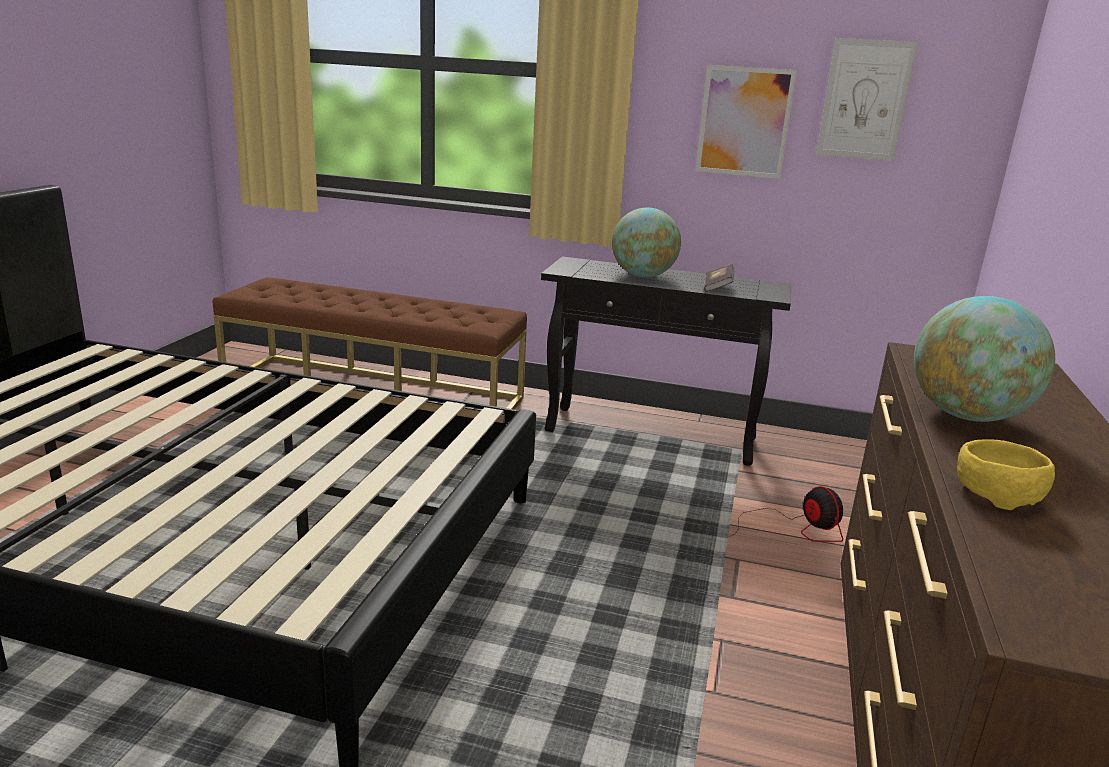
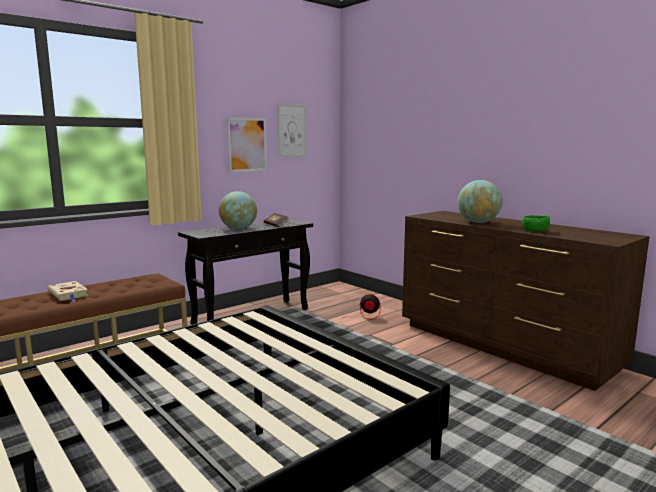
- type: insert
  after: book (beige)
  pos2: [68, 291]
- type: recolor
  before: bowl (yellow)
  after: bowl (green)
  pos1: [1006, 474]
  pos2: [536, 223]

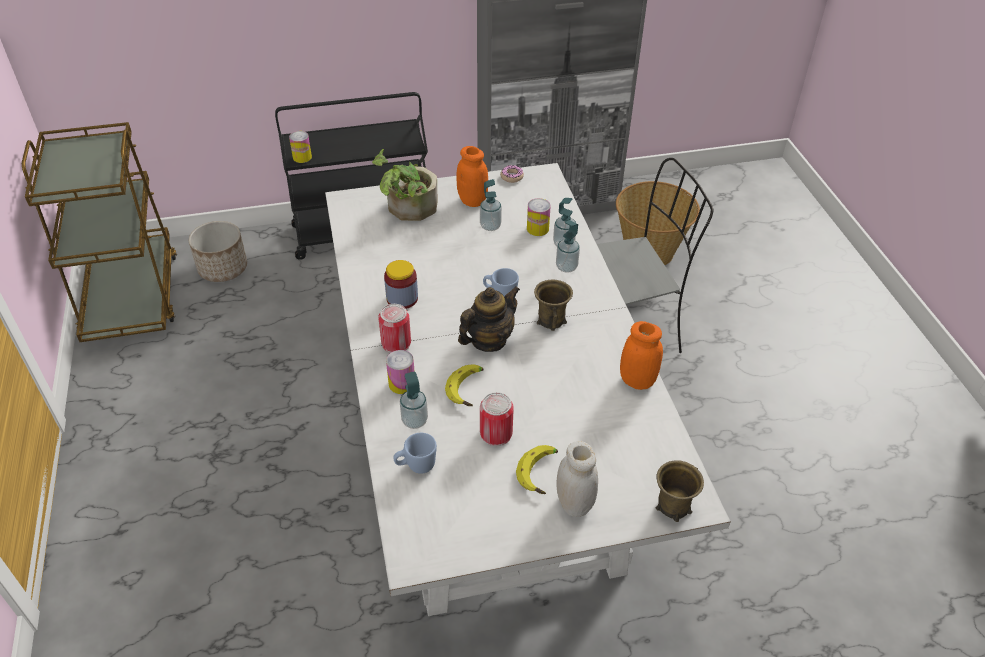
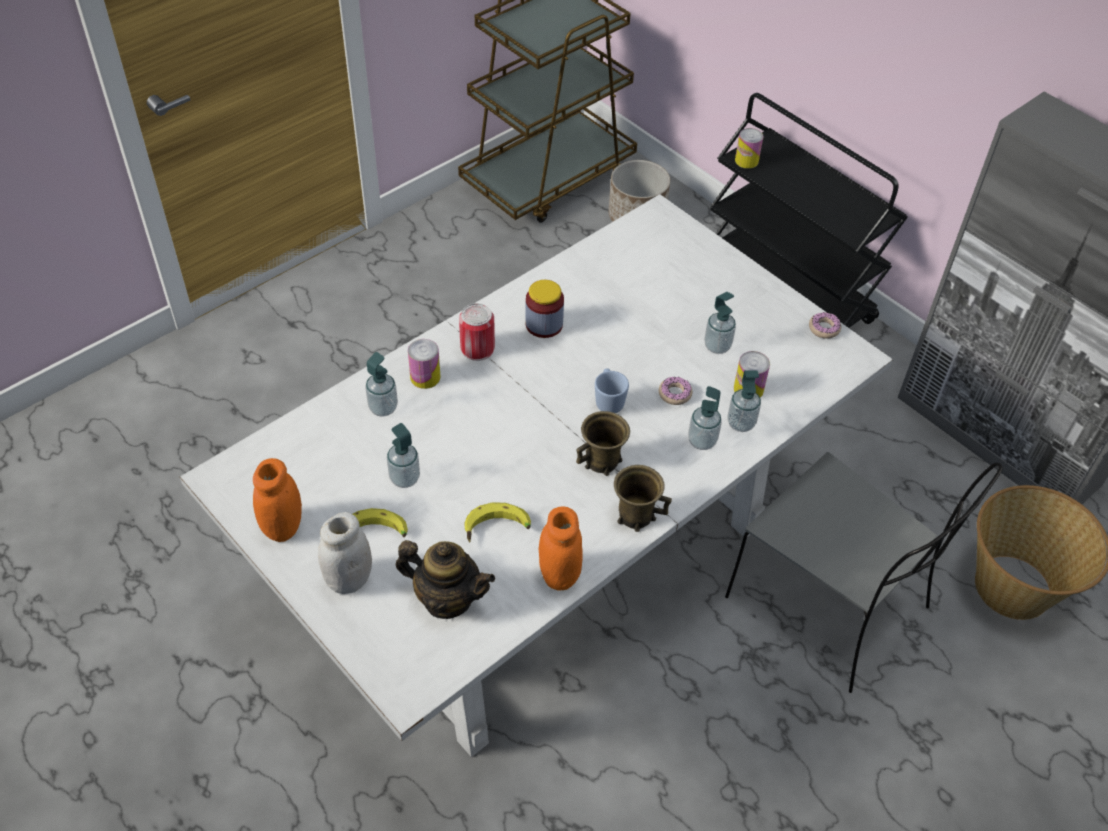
- type: delete
  before: potted plant
  pos1: [404, 185]
- type: delete
  before: mug (blue)
  pos1: [415, 453]
- type: insert
  after: donut
  pos2: [675, 391]
- type: move
  before: banana
  pos1: [464, 385]
  pos2: [498, 523]
- type: move
  before: jar (orange)
  pos1: [472, 176]
  pos2: [277, 500]
- type: move
  before: teapot
  pos1: [489, 319]
  pos2: [445, 579]
- type: move
  before: mug (brown)
  pos1: [680, 491]
  pos2: [643, 498]
- type: replace
  before: can
  after: soap dispenser
  pos1: [497, 419]
  pos2: [403, 455]

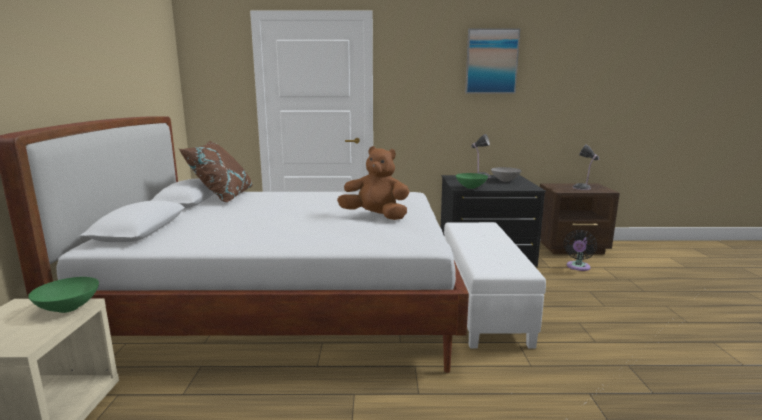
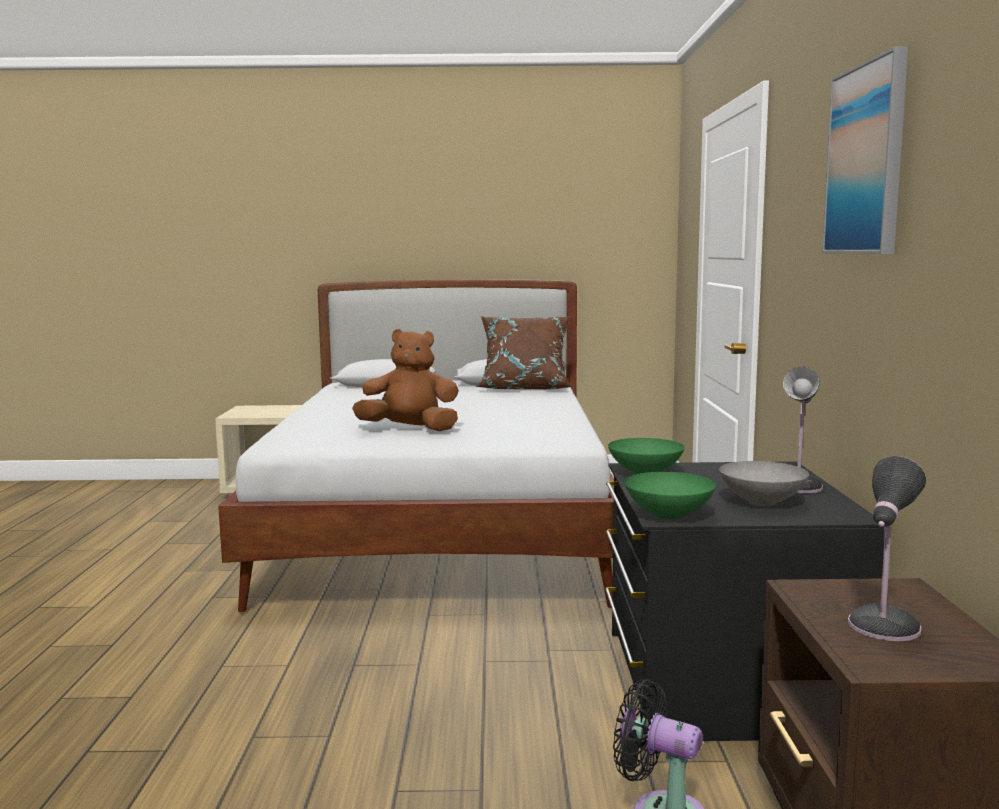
- type: delete
  before: ottoman (white)
  pos1: [495, 285]
- type: move
  before: bowl (green)
  pos1: [63, 295]
  pos2: [670, 496]
- type: rotate
  before: plush toy (brown)
  pos1: [373, 183]
  pos2: [405, 380]
  turn: -105

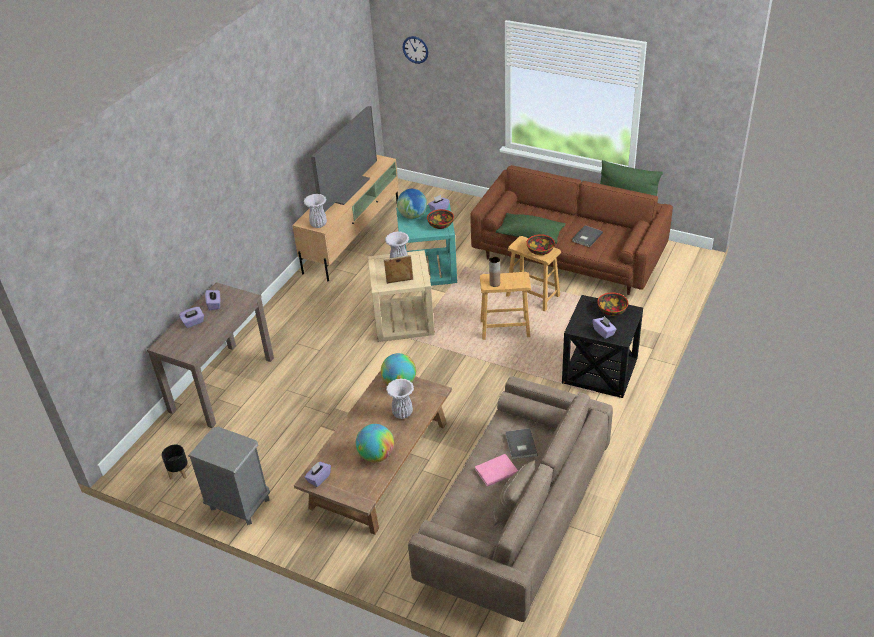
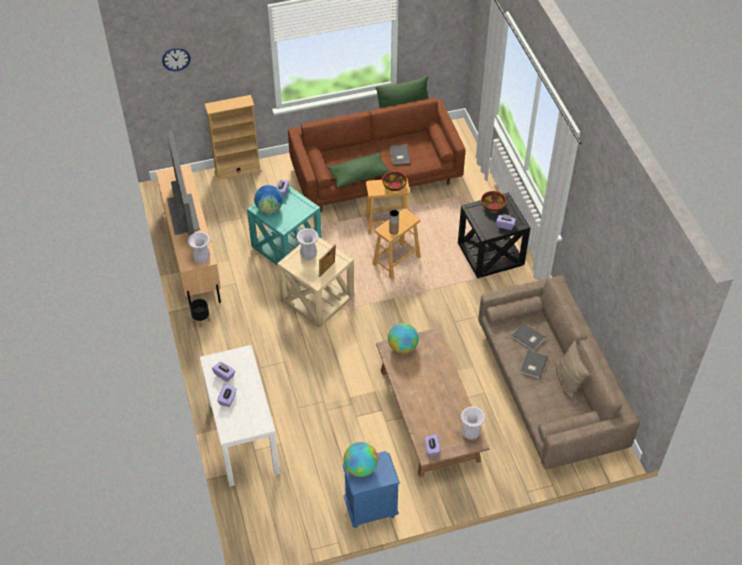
- type: delete
  before: bowl
  pos1: [440, 219]
- type: insert
  after: bookcase (beige)
  pos2: [233, 137]
- type: move
  before: planter (black)
  pos1: [175, 462]
  pos2: [200, 313]
- type: move
  before: globe
  pos1: [375, 443]
  pos2: [361, 459]
- type: move
  before: vase (white)
  pos1: [400, 398]
  pos2: [473, 423]
- type: recolor
  before: console table (brown)
  after: console table (white)
  pos1: [210, 355]
  pos2: [240, 416]
- type: recolor
  before: nightstand (grey)
  after: nightstand (blue)
  pos1: [229, 476]
  pos2: [371, 489]
- type: recolor
  before: book (pink)
  after: book (grey)
  pos1: [496, 470]
  pos2: [534, 364]

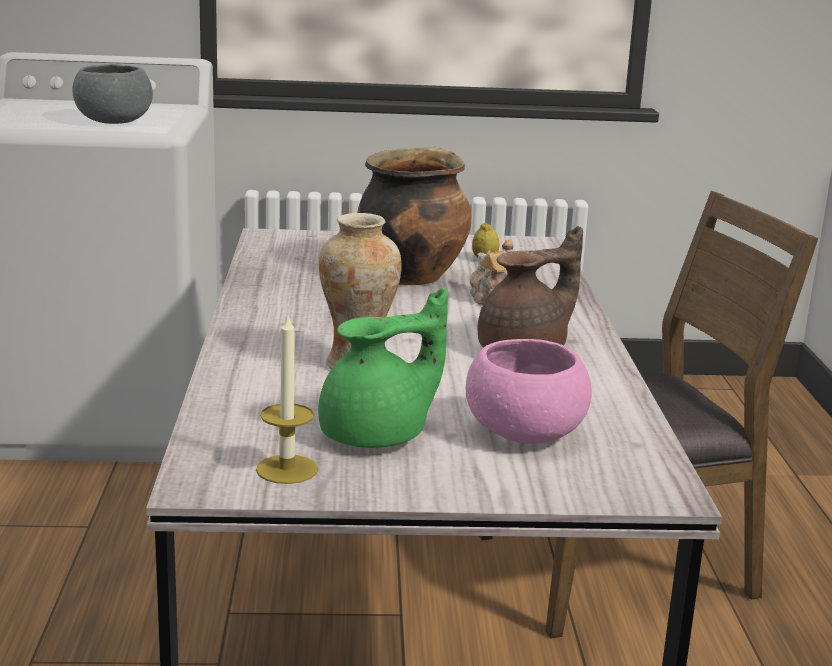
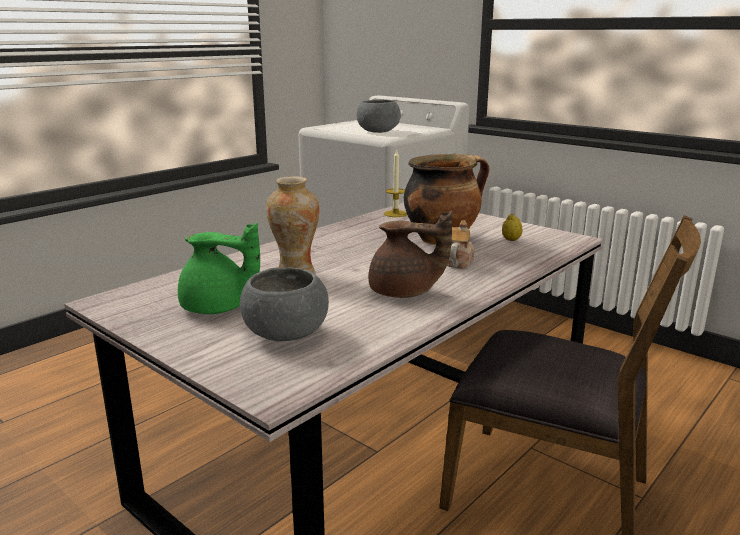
- type: move
  before: candle
  pos1: [287, 398]
  pos2: [395, 183]
- type: recolor
  before: bowl (pink)
  after: bowl (grey)
  pos1: [529, 391]
  pos2: [284, 304]

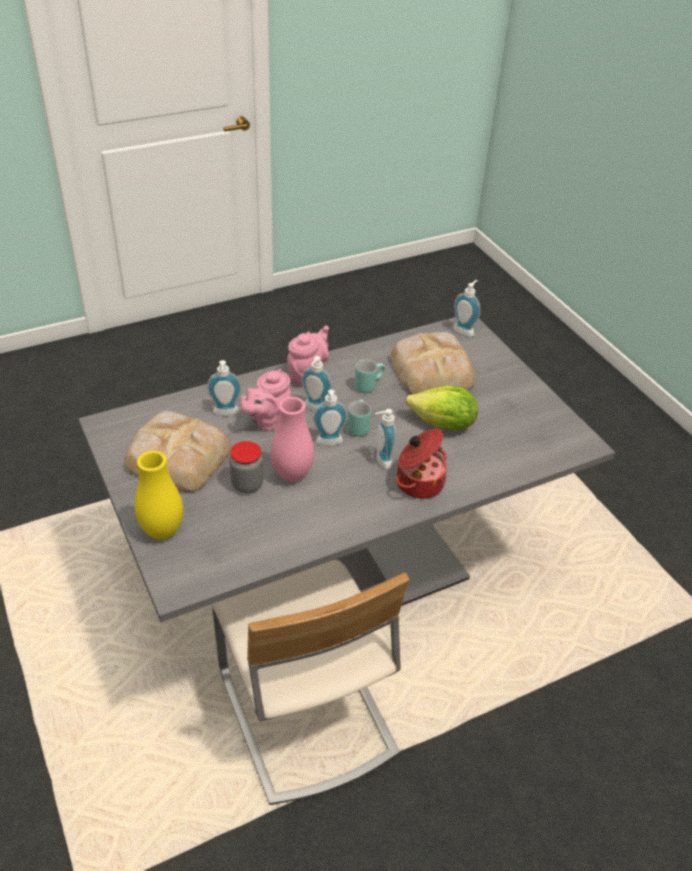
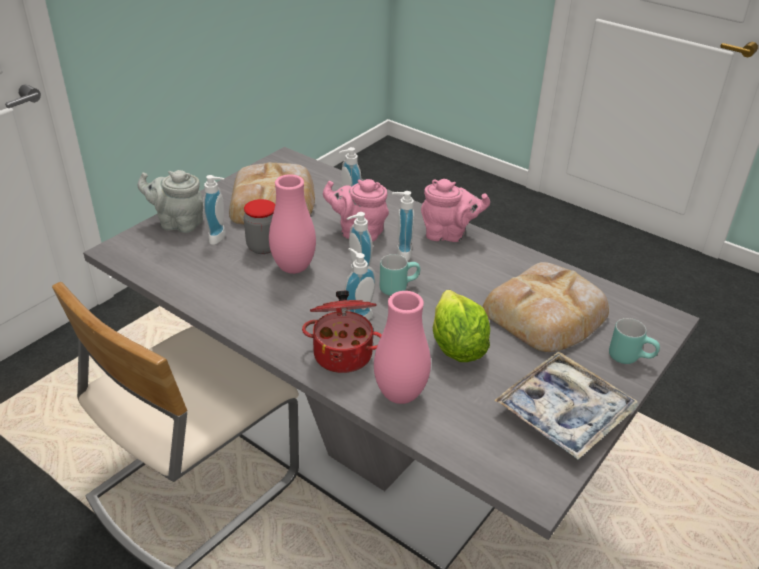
- type: insert
  after: vase (pink)
  pos2: [402, 347]
- type: insert
  after: tray
  pos2: [566, 405]
- type: move
  before: mug (turquoise)
  pos1: [369, 376]
  pos2: [634, 341]
- type: move
  before: soap dispenser
  pos1: [467, 308]
  pos2: [214, 210]
- type: replace
  before: vase (yellow)
  after: teapot (grey)
  pos1: [159, 495]
  pos2: [170, 201]

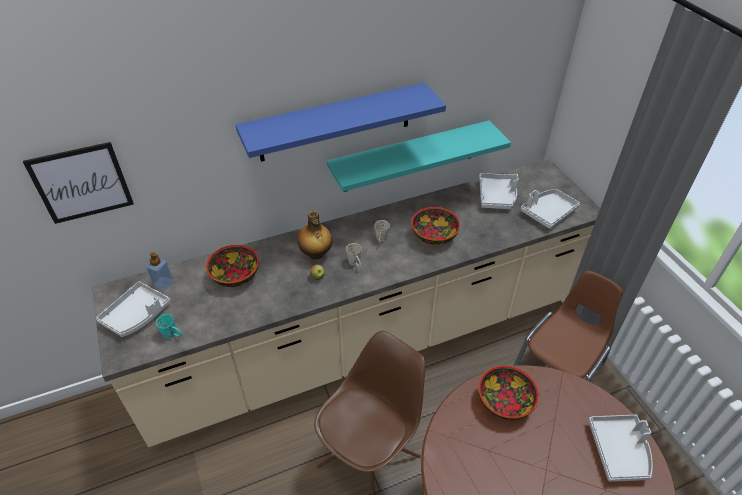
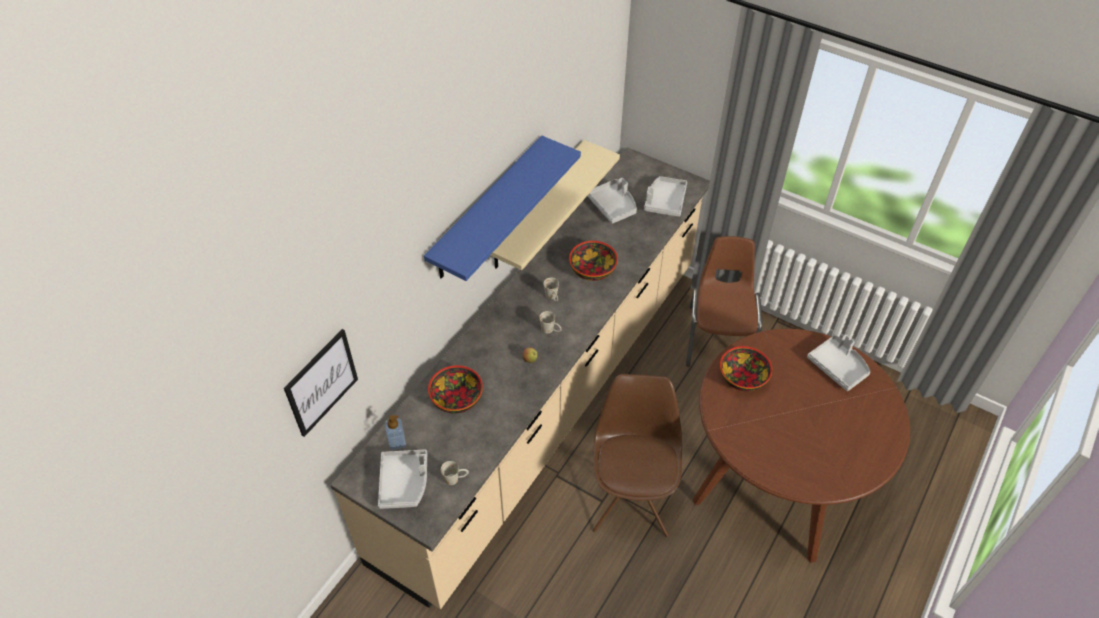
- type: delete
  before: bottle
  pos1: [315, 235]
- type: recolor
  before: mug (turquoise)
  after: mug (white)
  pos1: [169, 326]
  pos2: [455, 473]
- type: recolor
  before: shelf (turquoise)
  after: shelf (beige)
  pos1: [419, 156]
  pos2: [555, 205]

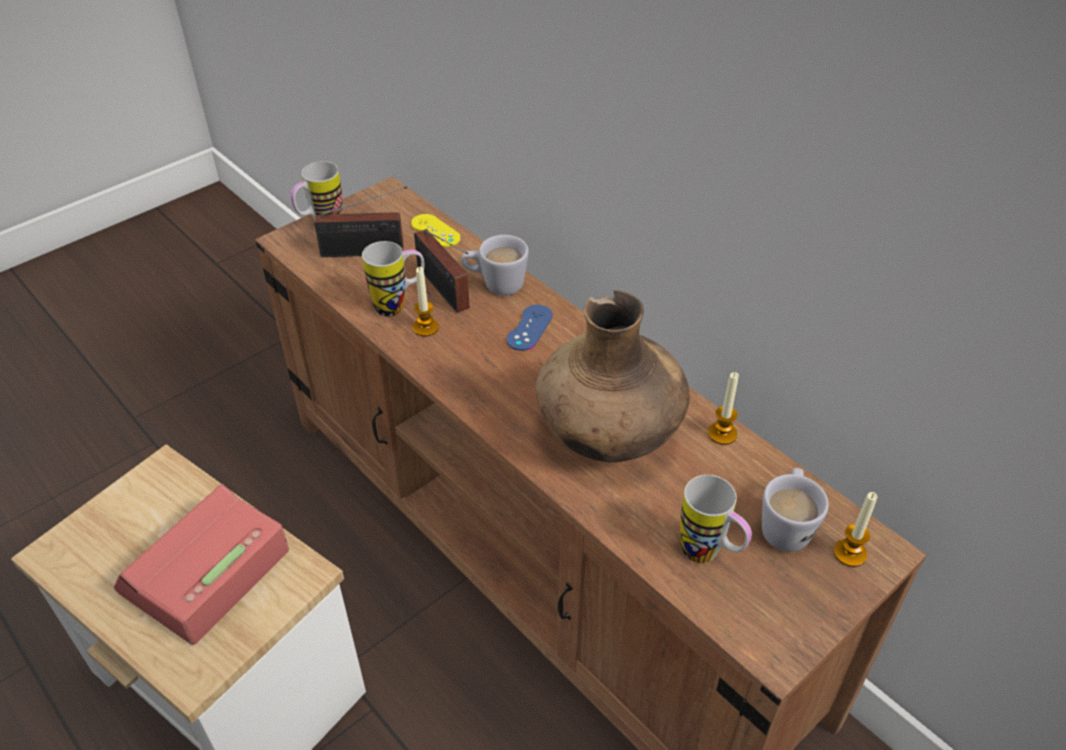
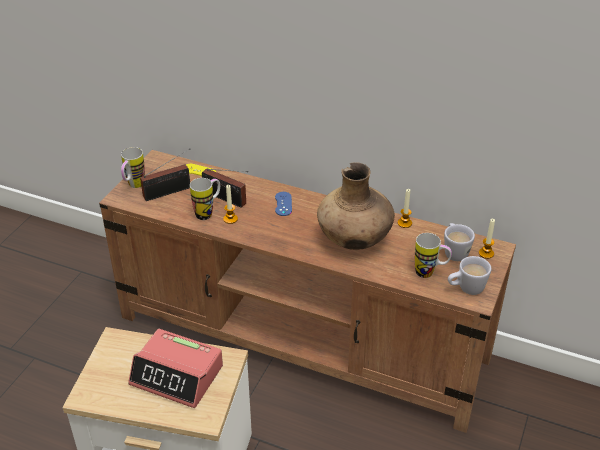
- type: move
  before: mug (white)
  pos1: [495, 265]
  pos2: [469, 275]
- type: rotate
  before: alarm clock
  pos1: [201, 564]
  pos2: [175, 368]
  turn: -75

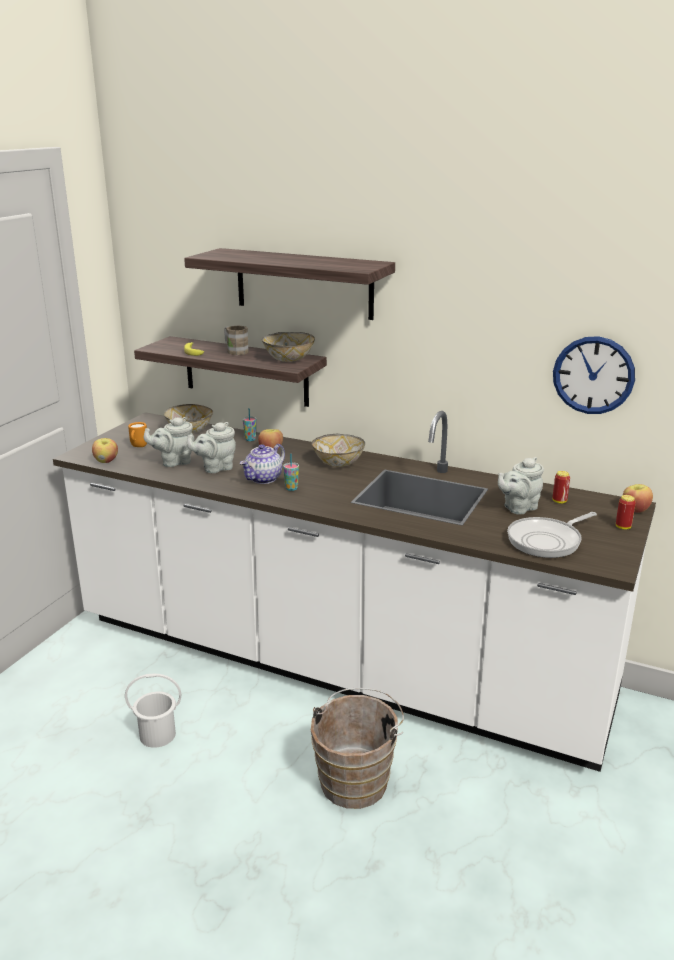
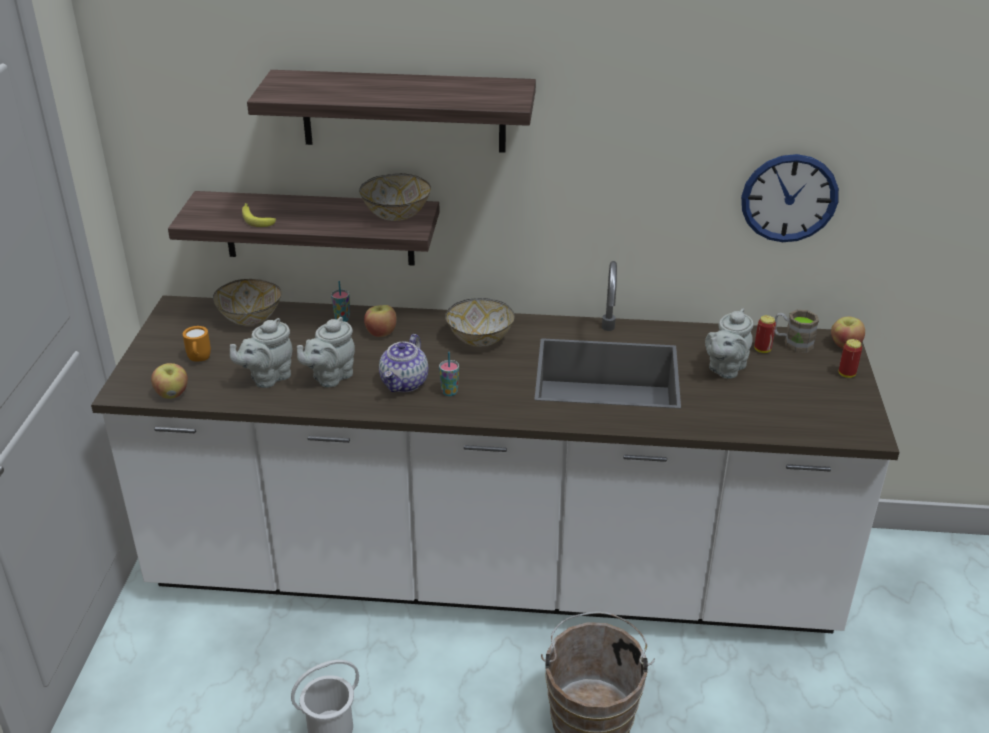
- type: delete
  before: frying pan
  pos1: [552, 535]
- type: move
  before: mug (brown)
  pos1: [236, 340]
  pos2: [797, 331]

